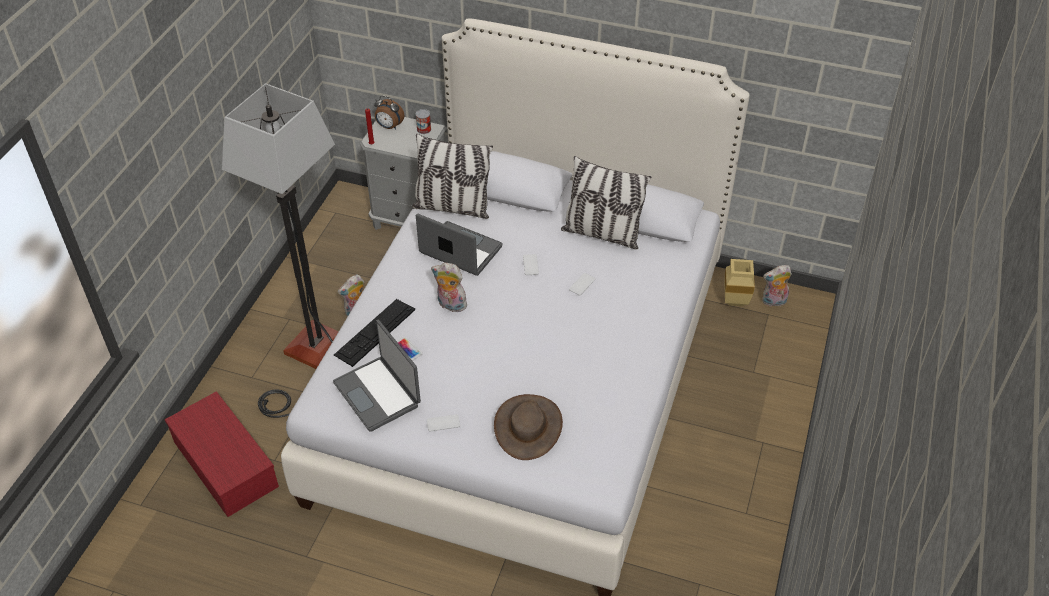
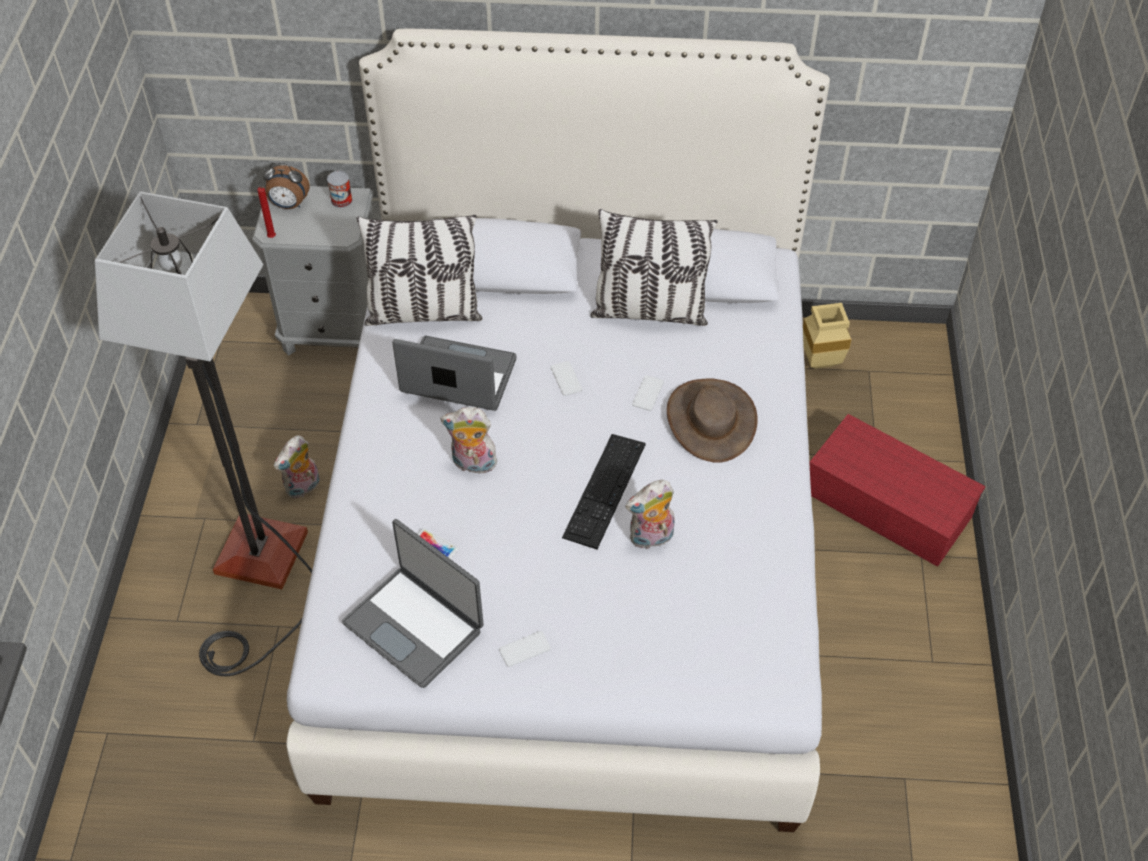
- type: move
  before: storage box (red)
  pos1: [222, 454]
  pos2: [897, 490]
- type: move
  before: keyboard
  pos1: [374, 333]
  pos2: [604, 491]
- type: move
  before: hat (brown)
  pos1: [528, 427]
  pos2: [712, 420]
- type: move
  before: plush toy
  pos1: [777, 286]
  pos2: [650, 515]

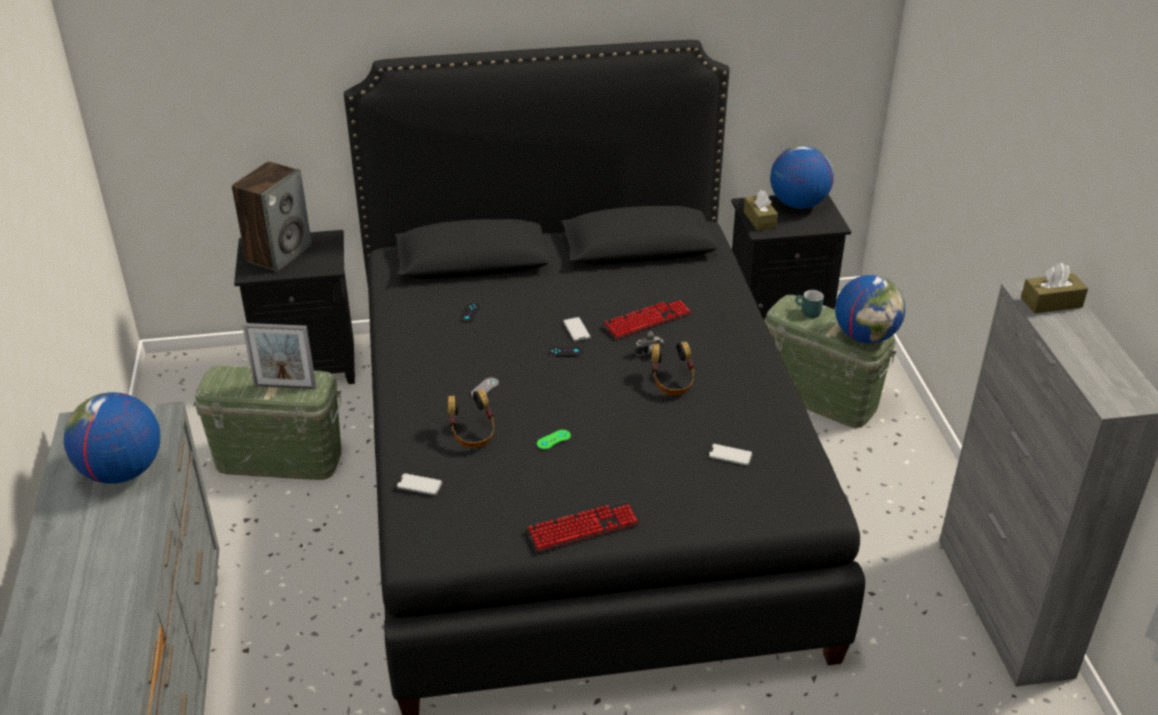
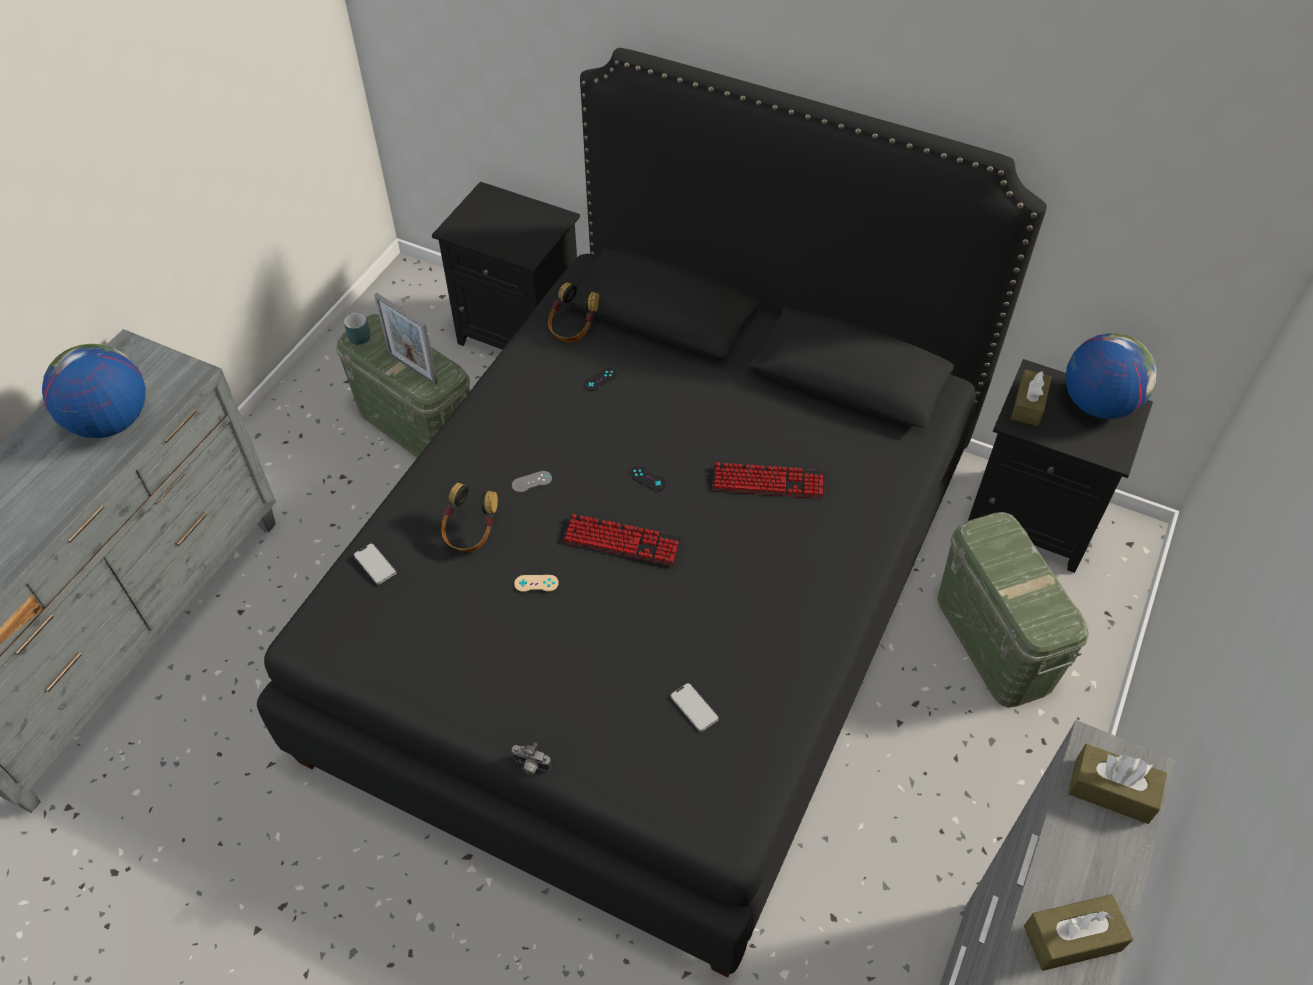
- type: delete
  before: speaker
  pos1: [272, 216]
- type: delete
  before: phone
  pos1: [576, 329]
- type: delete
  before: globe
  pos1: [870, 309]
- type: insert
  after: tissue box (brown)
  pos2: [1078, 932]
- type: move
  before: keyboard
  pos1: [583, 526]
  pos2: [622, 540]
- type: move
  before: photo camera
  pos1: [649, 343]
  pos2: [531, 758]
- type: move
  before: headphones
  pos1: [673, 369]
  pos2: [574, 312]
- type: move
  before: mug (turquoise)
  pos1: [809, 304]
  pos2: [357, 328]
- type: recolor
  before: game controller (green)
  after: game controller (beige)
  pos1: [554, 440]
  pos2: [536, 583]

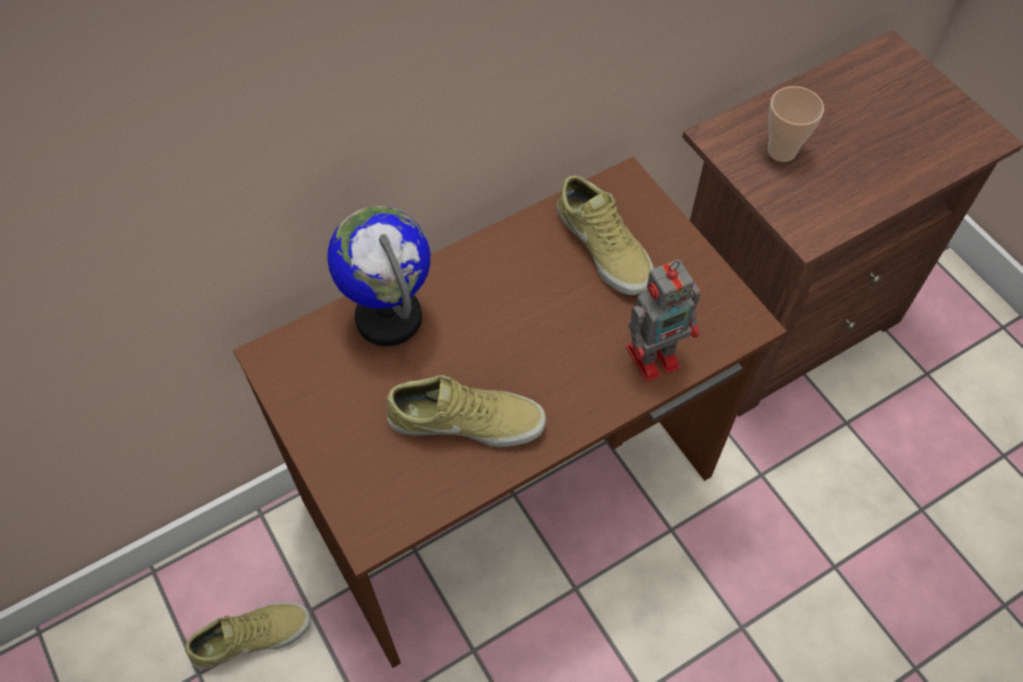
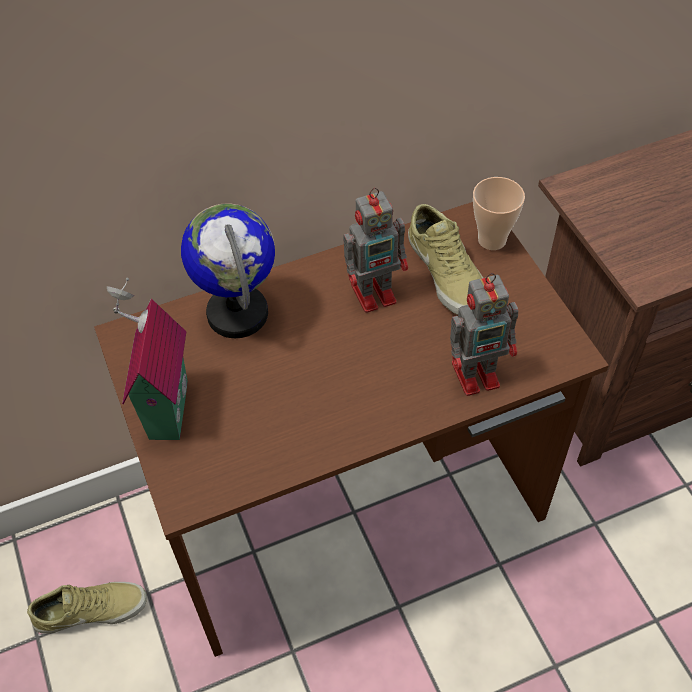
- type: delete
  before: shoe (beige)
  pos1: [466, 411]
- type: insert
  after: toy house
  pos2: [147, 359]
- type: insert
  after: toy robot
  pos2: [375, 250]
- type: move
  before: cup
  pos1: [796, 124]
  pos2: [499, 213]

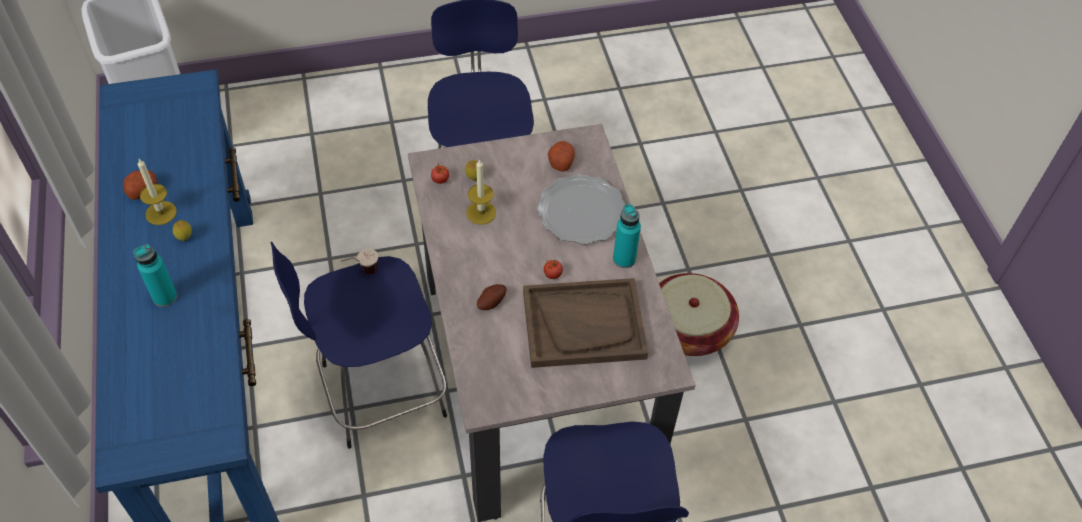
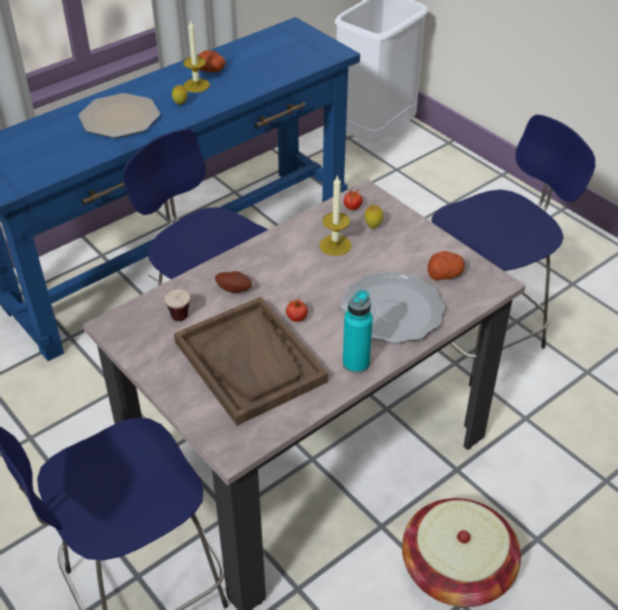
- type: move
  before: cup
  pos1: [359, 262]
  pos2: [169, 297]
- type: replace
  before: bottle (turquoise)
  after: plate
  pos1: [155, 275]
  pos2: [119, 115]

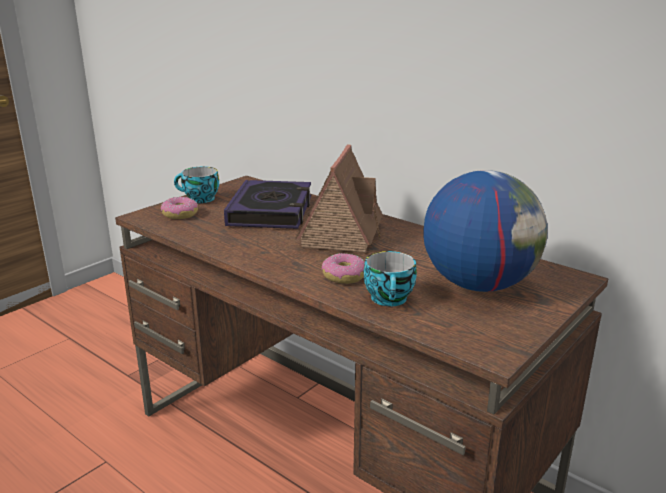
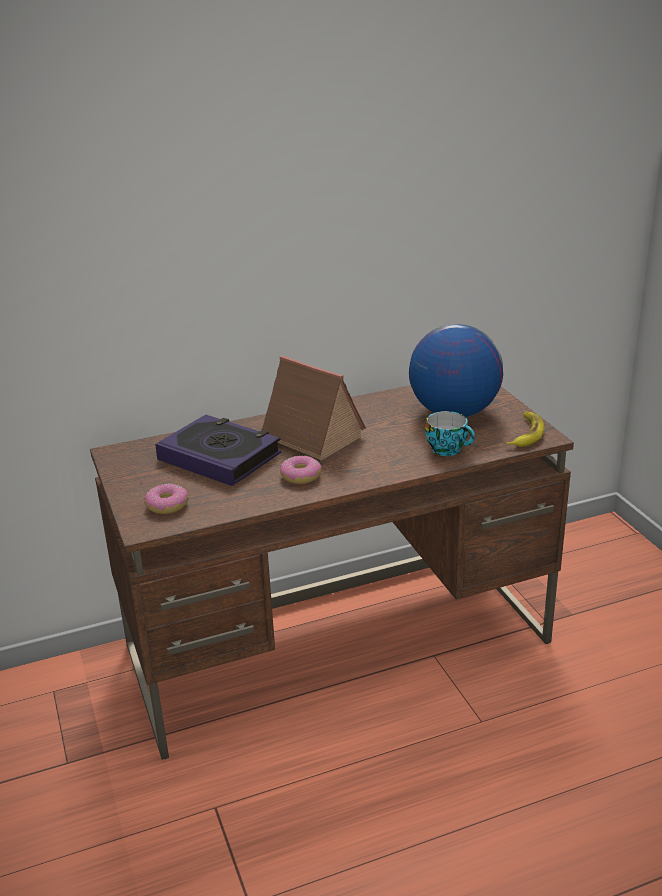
- type: delete
  before: cup
  pos1: [196, 185]
- type: insert
  after: banana
  pos2: [525, 429]
- type: move
  before: donut
  pos1: [343, 268]
  pos2: [300, 469]

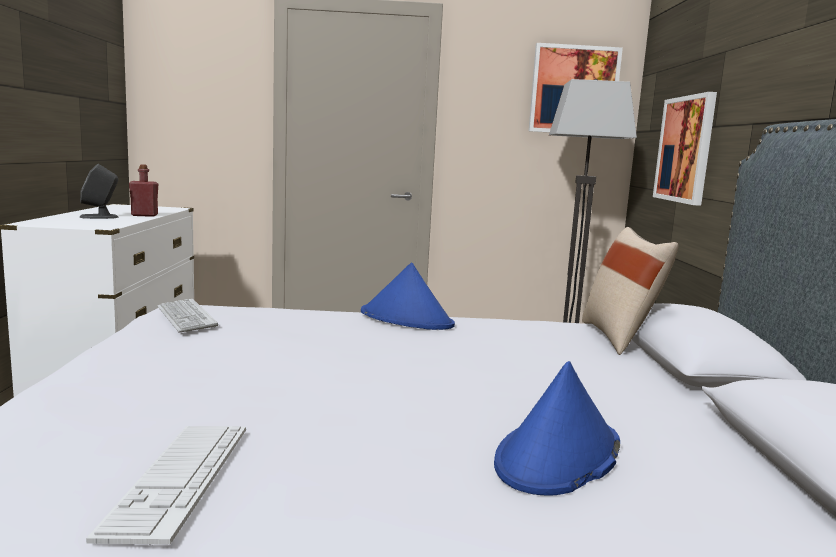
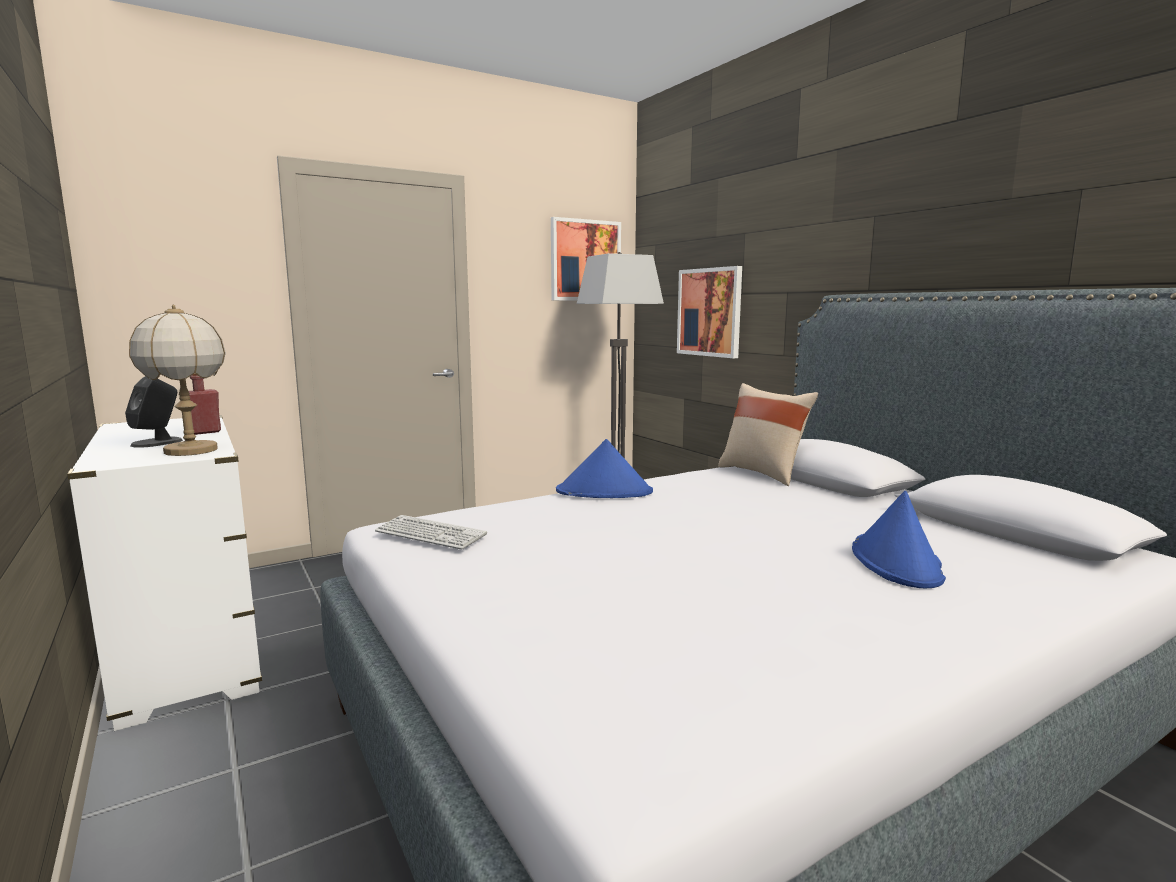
- type: delete
  before: keyboard
  pos1: [166, 485]
- type: insert
  after: table lamp
  pos2: [177, 380]

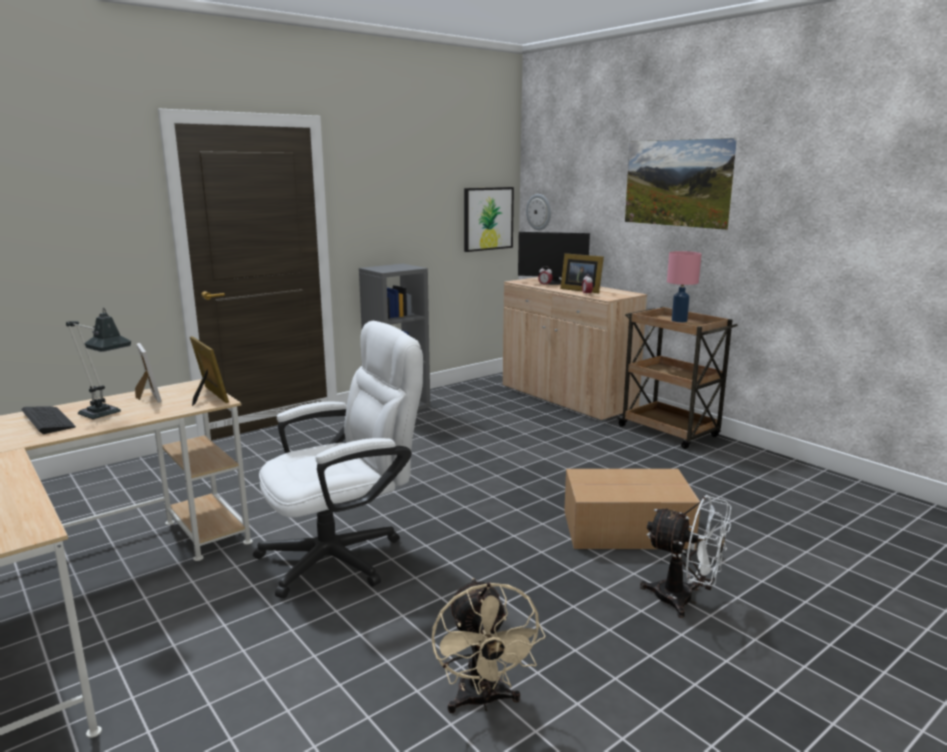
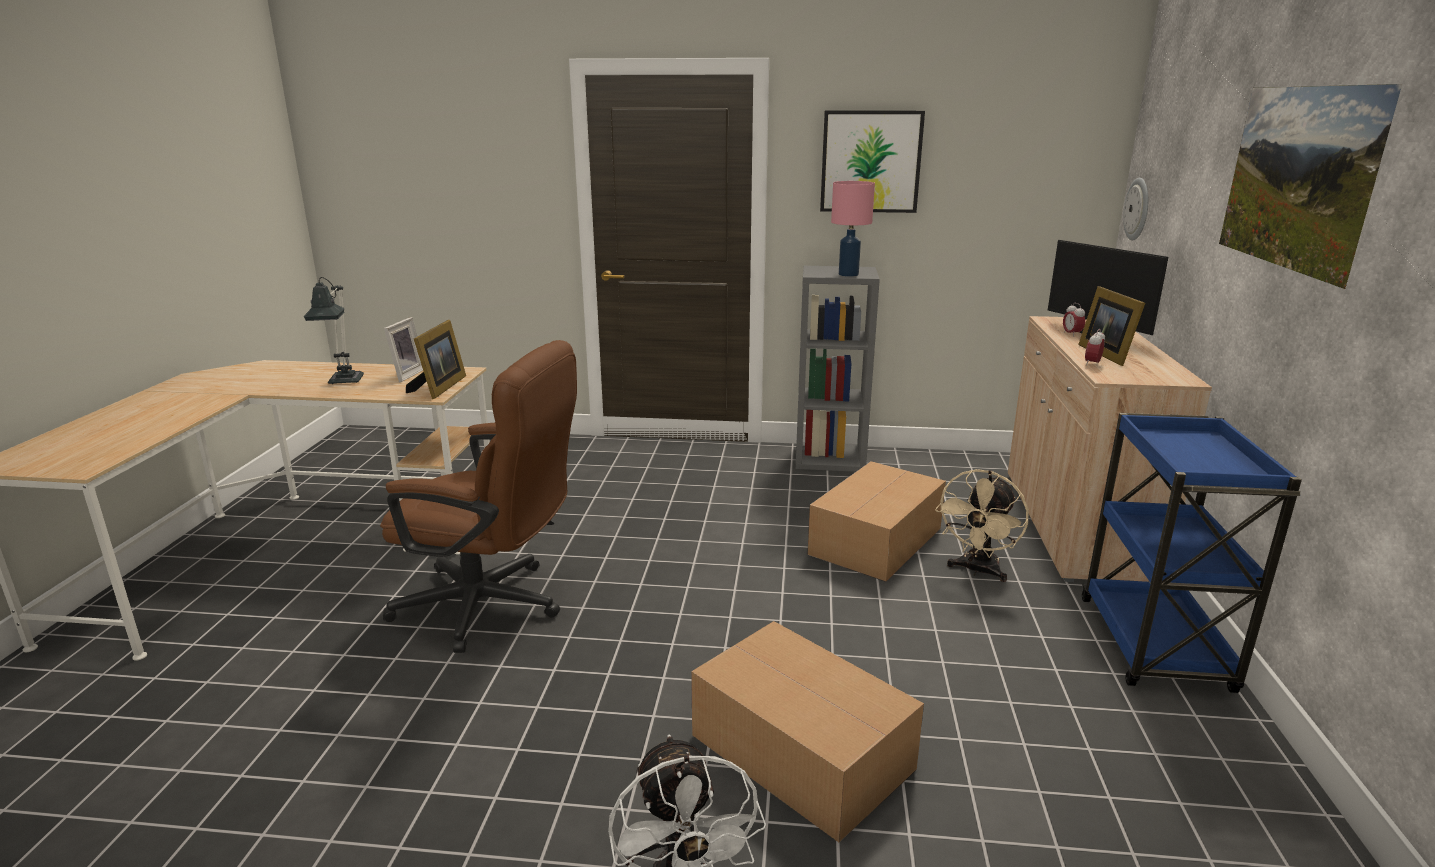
- type: delete
  before: keyboard
  pos1: [48, 420]
- type: insert
  after: cardboard box
  pos2: [876, 521]
- type: move
  before: fan (beige)
  pos1: [488, 645]
  pos2: [982, 525]
- type: move
  before: picture
  pos1: [489, 219]
  pos2: [872, 161]
- type: move
  before: table lamp (pink)
  pos1: [684, 287]
  pos2: [853, 229]
- type: recolor
  before: office chair (white)
  after: office chair (brown)
  pos1: [338, 459]
  pos2: [478, 496]
- type: recolor
  before: cart (brown)
  after: cart (blue)
  pos1: [677, 378]
  pos2: [1192, 553]

